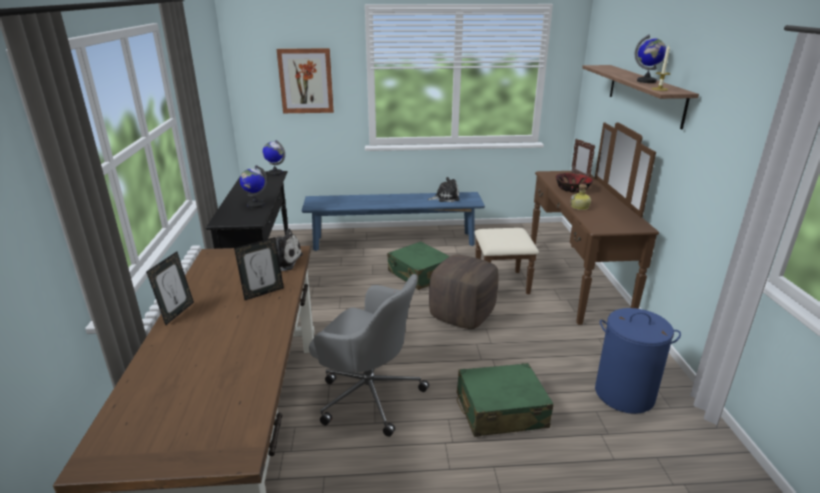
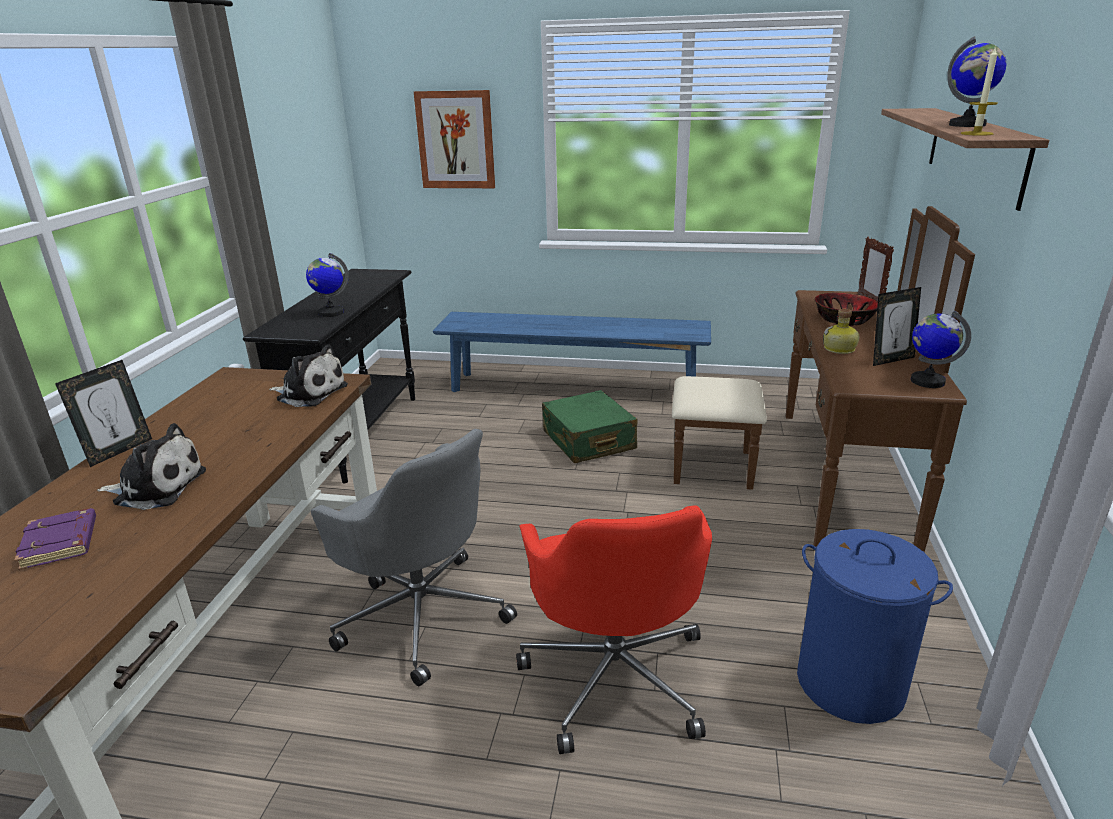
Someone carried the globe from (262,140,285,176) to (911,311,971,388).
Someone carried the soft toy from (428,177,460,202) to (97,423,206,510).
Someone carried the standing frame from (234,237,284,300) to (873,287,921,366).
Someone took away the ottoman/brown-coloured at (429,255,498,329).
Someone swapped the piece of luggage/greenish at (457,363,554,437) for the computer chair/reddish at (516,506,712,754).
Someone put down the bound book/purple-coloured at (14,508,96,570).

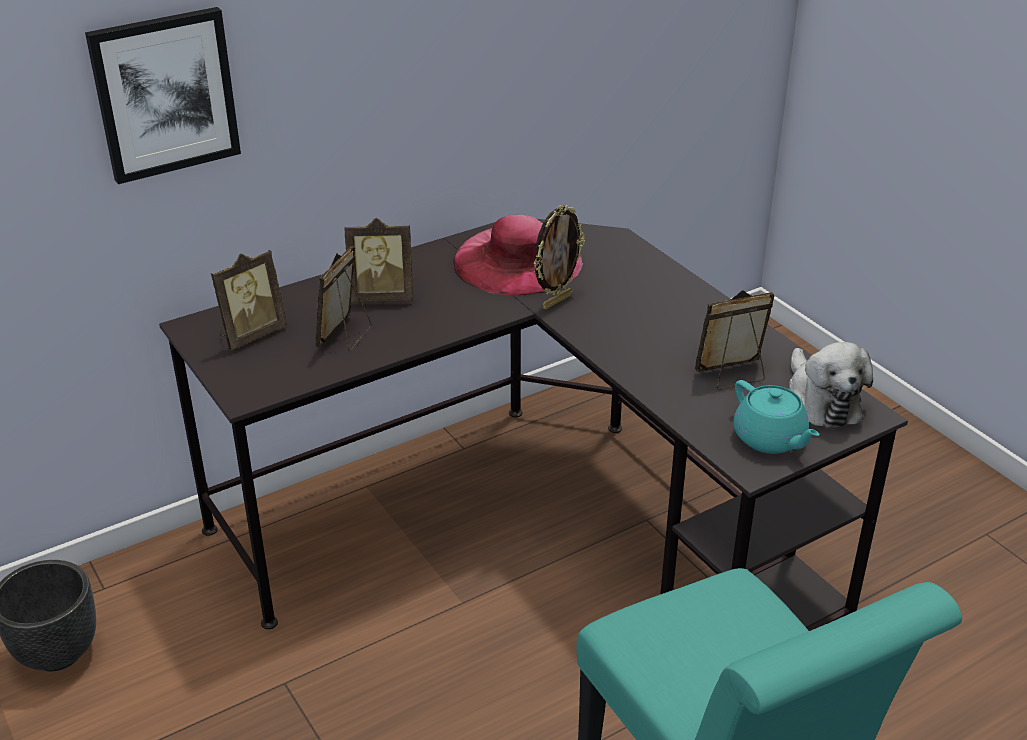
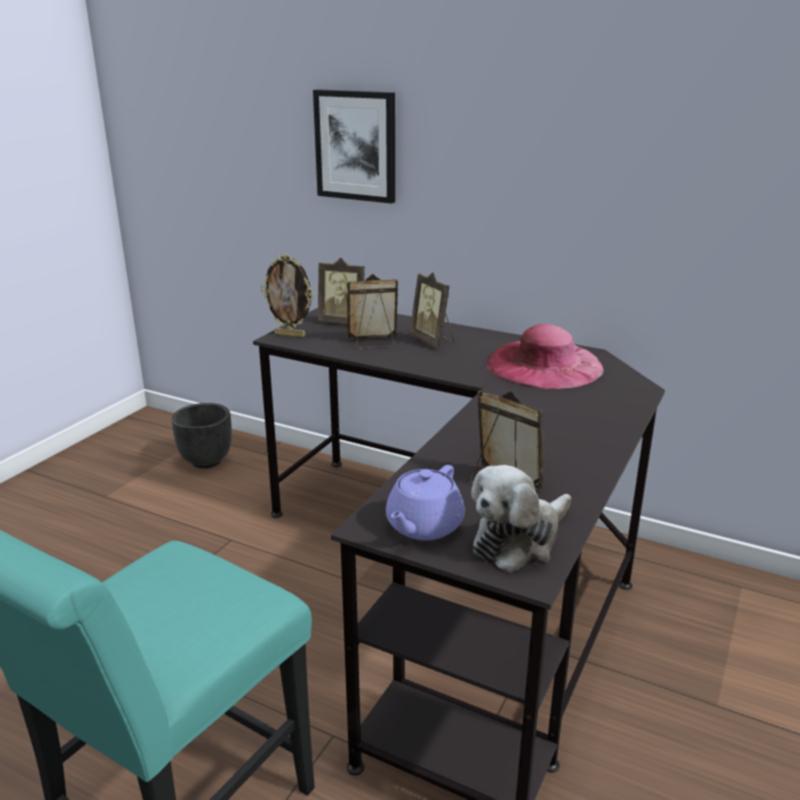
Someone carried the standing frame from (534,204,585,310) to (261,254,314,337).
Someone repainted the pot for tea/turquoise at (733,380,820,454), which became the pot for tea/purple-coloured at (386,465,465,540).

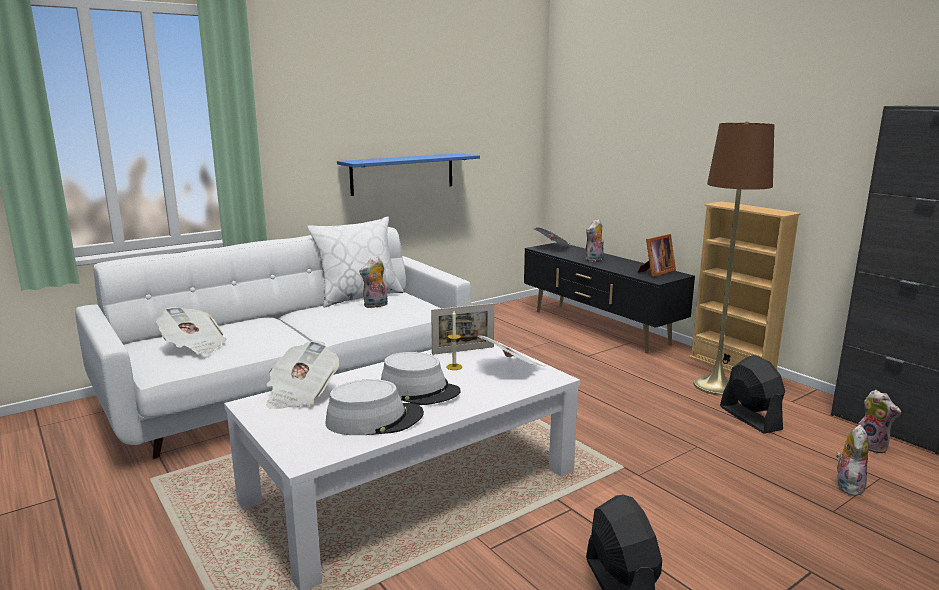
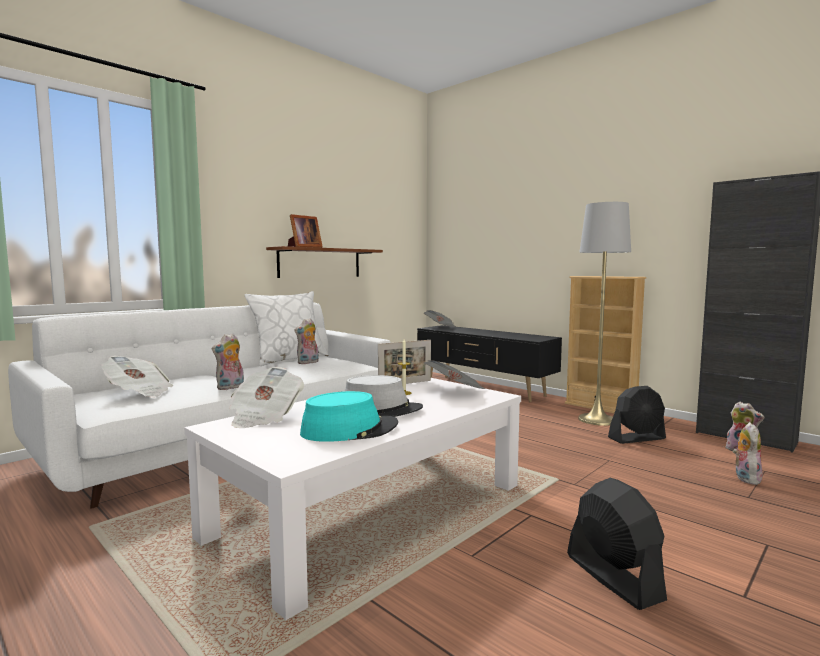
Someone repainted the floor lamp/brown-coloured at (693,122,774,396), which became the floor lamp/greyish at (578,202,631,426).
Someone repainted the bracket shelf/blue-coloured at (337,153,480,196), which became the bracket shelf/brown-coloured at (266,246,383,278).
Someone carried the soft toy from (585,219,604,262) to (212,333,244,390).
Someone carried the standing frame from (638,234,676,277) to (288,214,323,248).
Someone rotated the electric fan/black at (720,355,785,434) by 105 degrees clockwise.
Someone repainted the wearable hat/greyish at (325,379,424,435), which became the wearable hat/turquoise at (300,391,398,442).

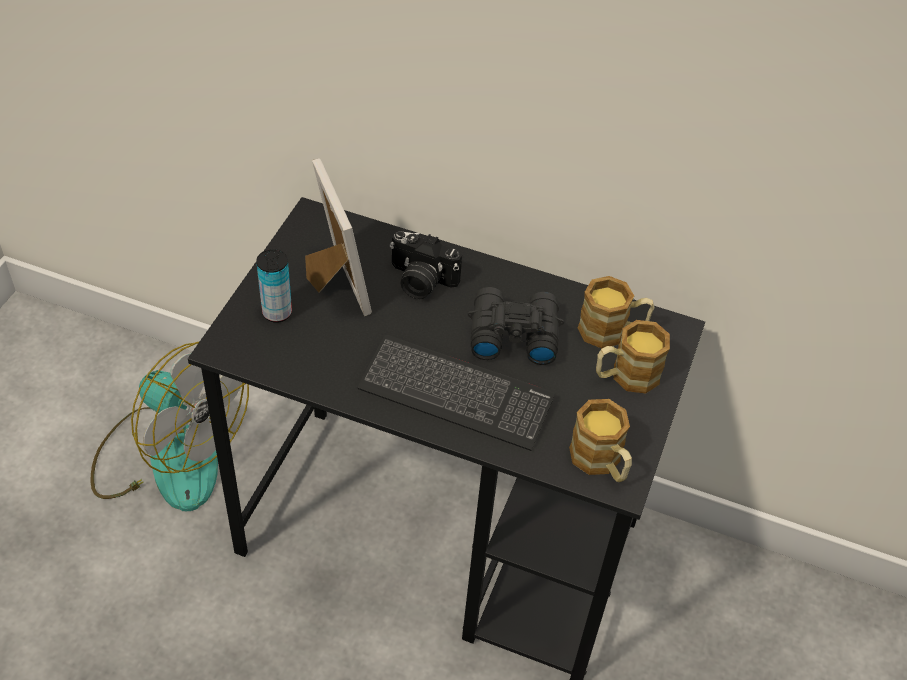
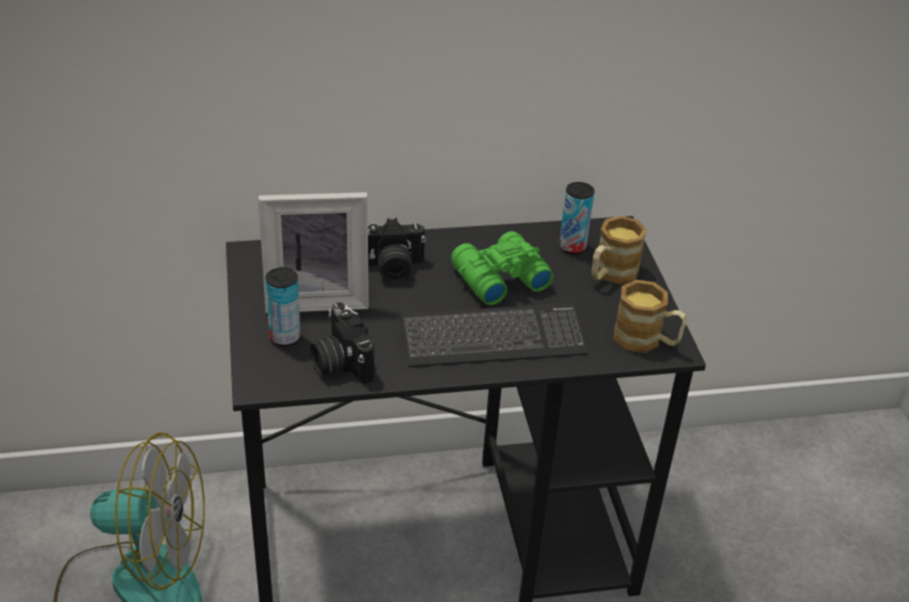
Someone rotated the standing frame at (305,158,372,316) by 135 degrees clockwise.
Someone swapped the tea mug at (578,276,654,348) for the can at (559,182,595,254).
Someone repainted the binoculars/black at (468,287,564,365), which became the binoculars/greenish at (451,231,554,305).
Someone put down the photo camera at (310,302,374,384).

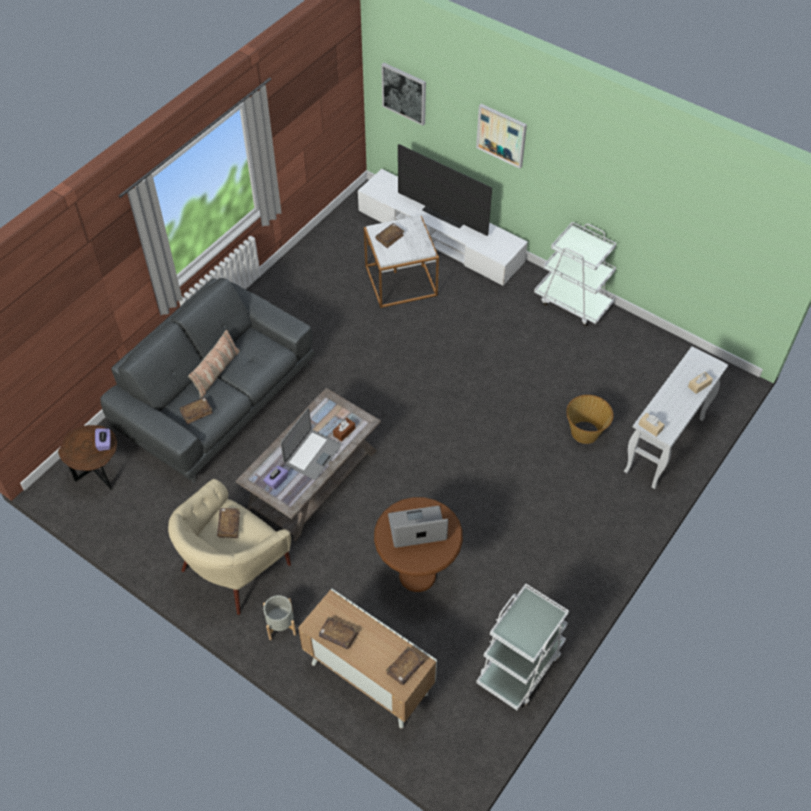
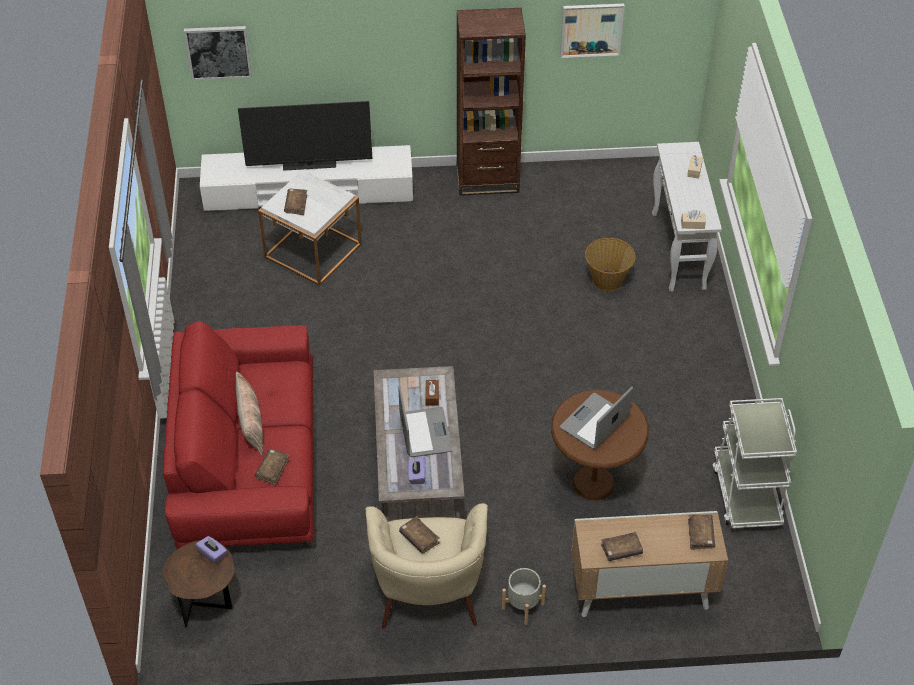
Someone carried the picture from (476,104,527,169) to (560,4,625,58).
Someone swapped the trolley/white at (534,222,616,326) for the bookshelf/brown-coloured at (457,8,526,196).
Someone repainted the couch/greyish at (100,278,315,483), which became the couch/reddish at (163,321,314,549).

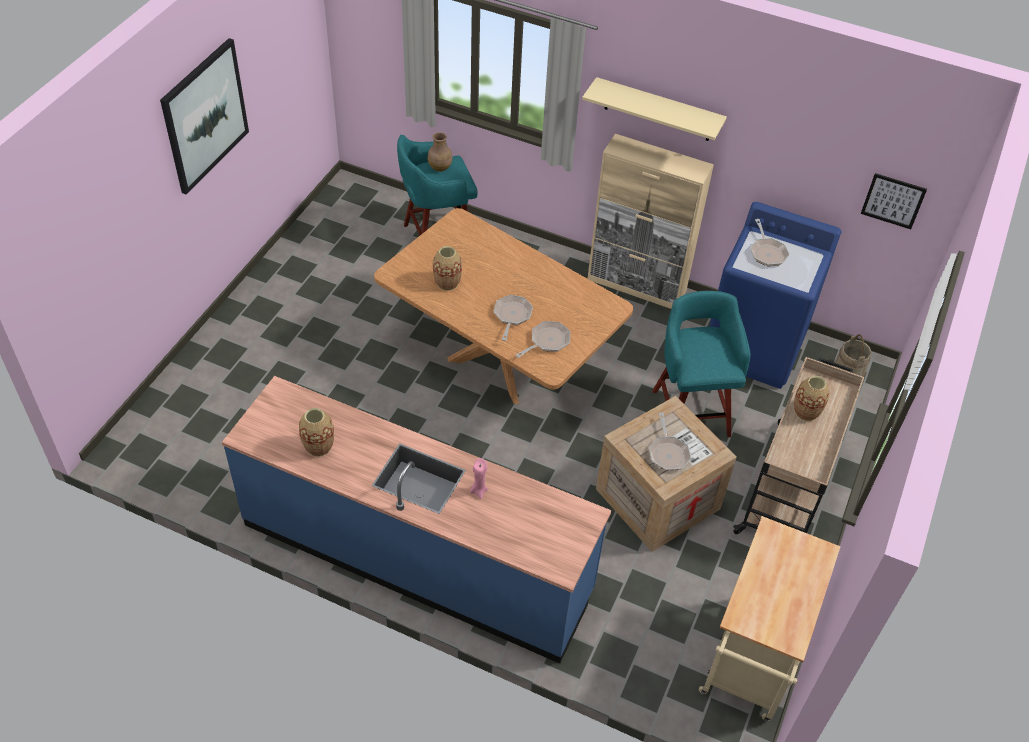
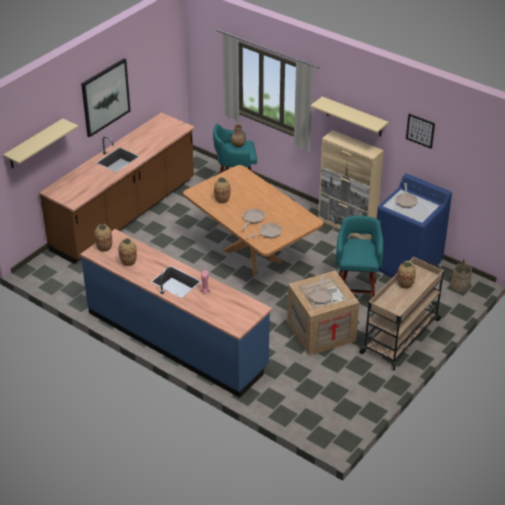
Someone carried the picture from (861,173,927,229) to (406,114,435,149).
Someone took away the trolley/sand-coloured at (699,516,841,722).
Someone put down the kitchen counter/brown-coloured at (39,113,195,264).
Someone put up the bracket shelf/sand-coloured at (3,118,78,168).
Someone put down the decorative vase at (94,224,112,252).

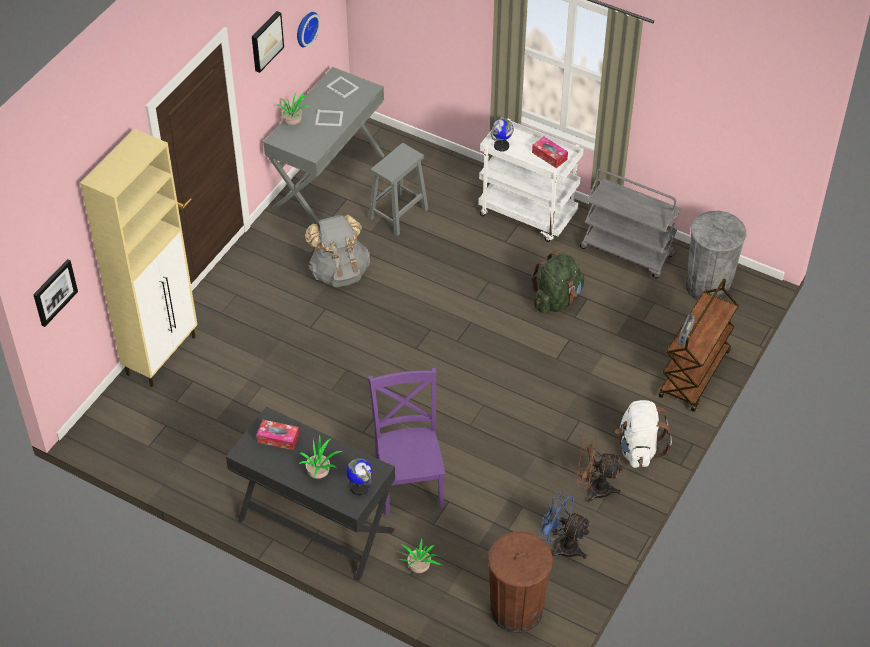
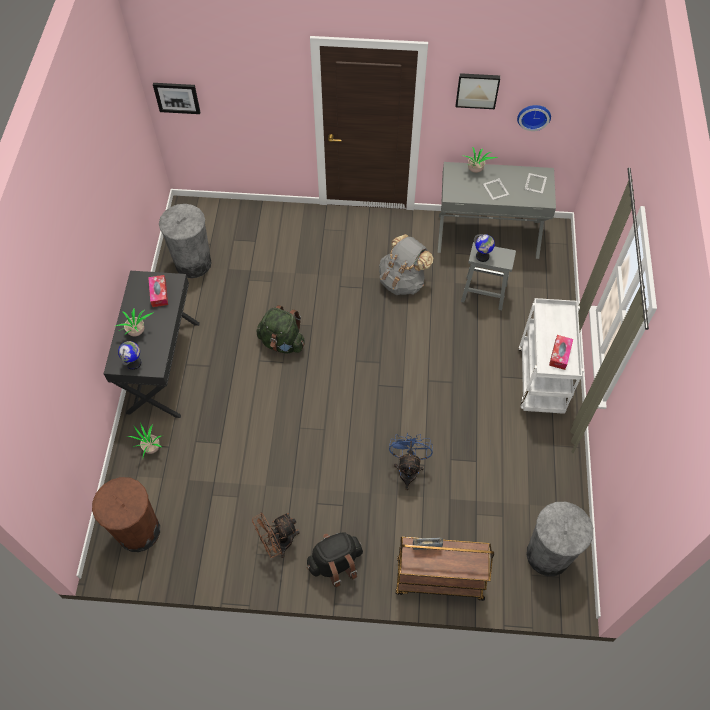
Someone carried the globe from (491,118,513,152) to (474,234,495,262).
Someone took away the cupboard/sand-coloured at (80,129,197,387).
Someone took away the trolley/greyish at (580,169,680,278).
Someone carried the backpack/greenish from (531,251,584,314) to (257,305,305,353).
Someone took away the chair/purple-coloured at (368,368,445,515).
Someone repainted the backpack/white at (615,400,672,468), which became the backpack/black at (306,532,363,587).
Someone rotated the electric fan/brown-coloured at (576,437,623,503) by 105 degrees counterclockwise.
Someone carried the electric fan/blue-coloured from (537,491,591,559) to (389,432,433,490).
Someone put down the trash can/greyish at (159,204,212,278).

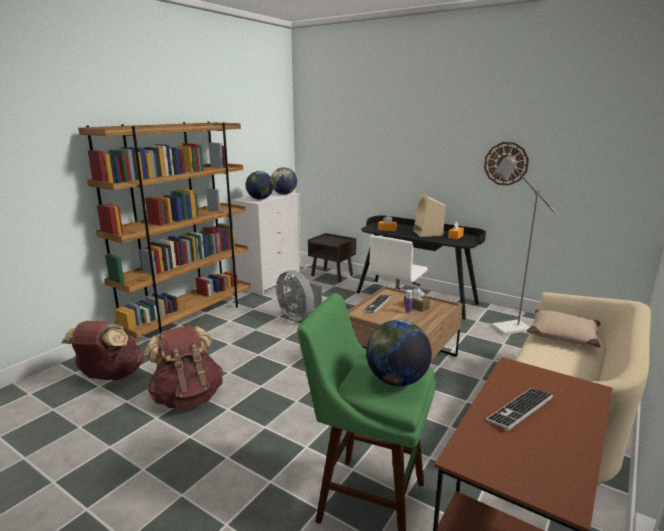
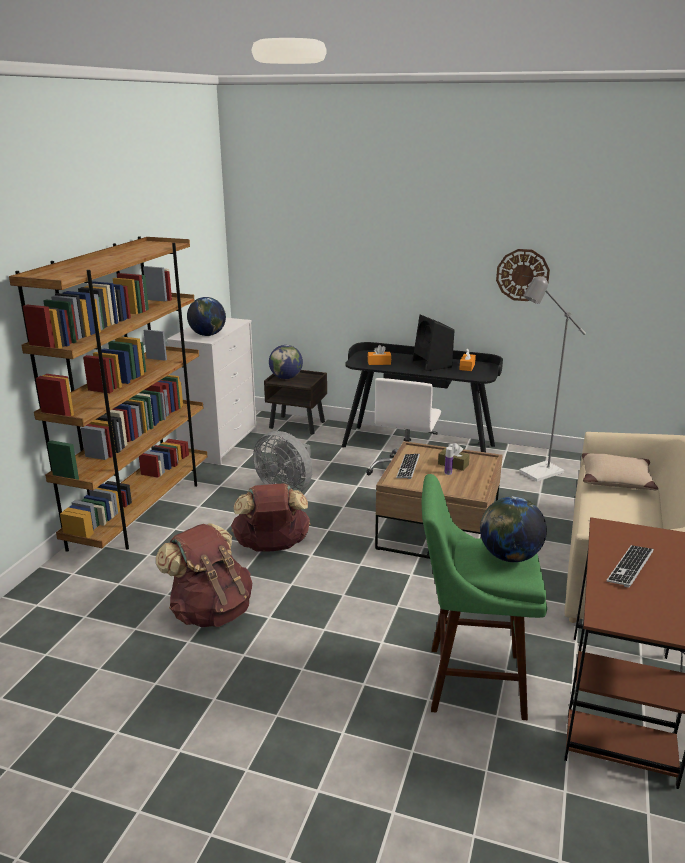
Someone carried the globe from (271,167,297,194) to (269,345,303,379).
Someone repainted the audio speaker/sand-coloured at (413,193,446,237), which became the audio speaker/black at (412,314,454,371).
Someone carried the backpack/brown-coloured from (61,321,144,380) to (231,483,311,552).

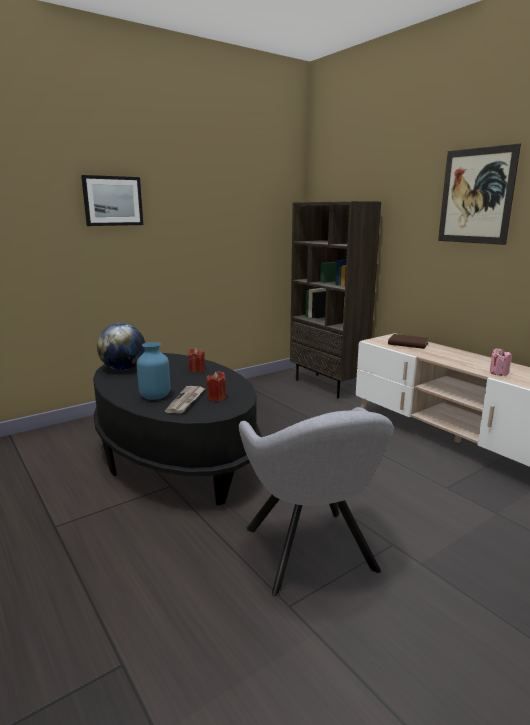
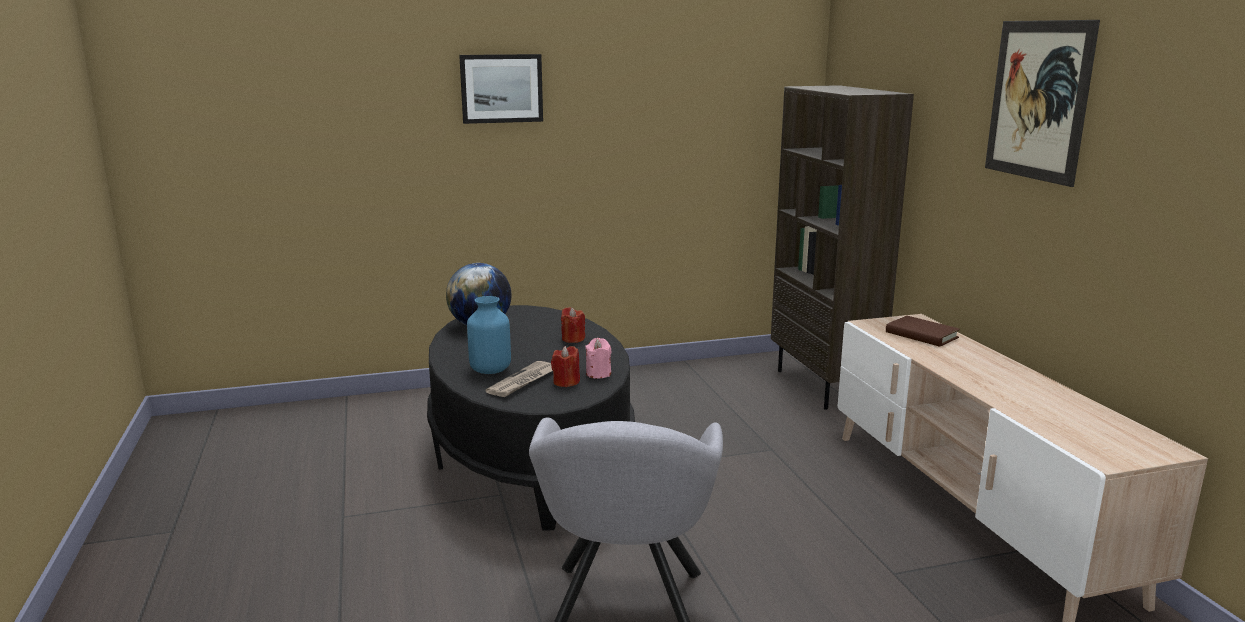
Someone carried the candle/pink-coloured from (490,348,512,376) to (585,338,611,379).

